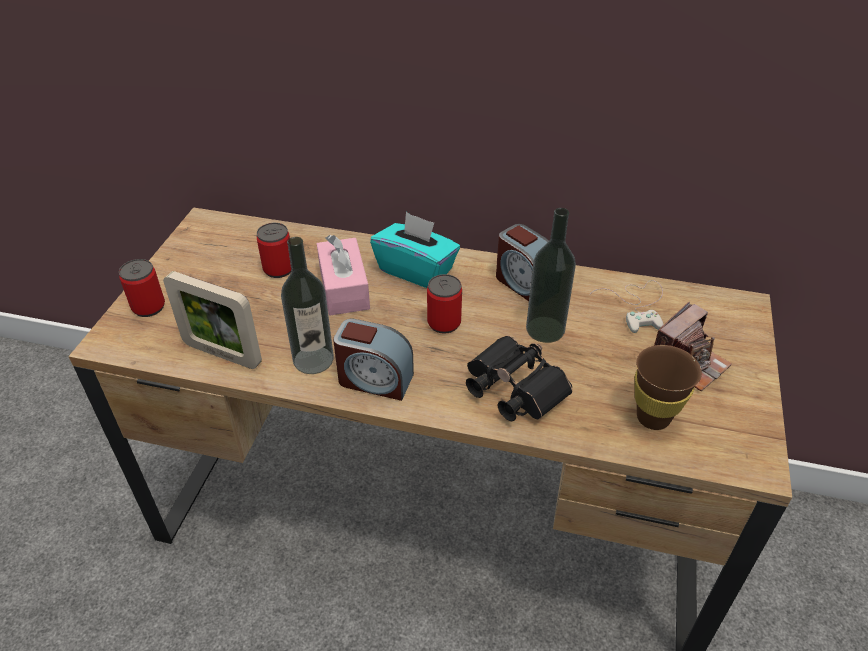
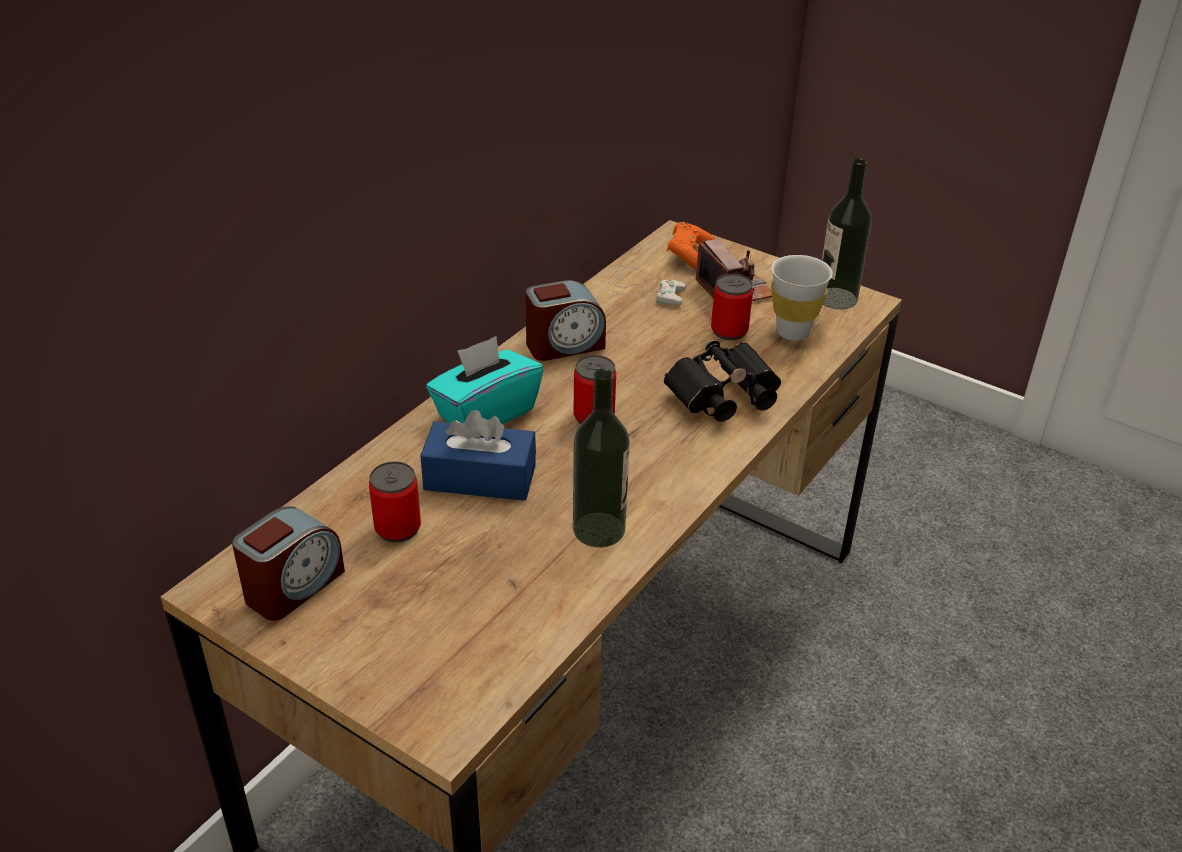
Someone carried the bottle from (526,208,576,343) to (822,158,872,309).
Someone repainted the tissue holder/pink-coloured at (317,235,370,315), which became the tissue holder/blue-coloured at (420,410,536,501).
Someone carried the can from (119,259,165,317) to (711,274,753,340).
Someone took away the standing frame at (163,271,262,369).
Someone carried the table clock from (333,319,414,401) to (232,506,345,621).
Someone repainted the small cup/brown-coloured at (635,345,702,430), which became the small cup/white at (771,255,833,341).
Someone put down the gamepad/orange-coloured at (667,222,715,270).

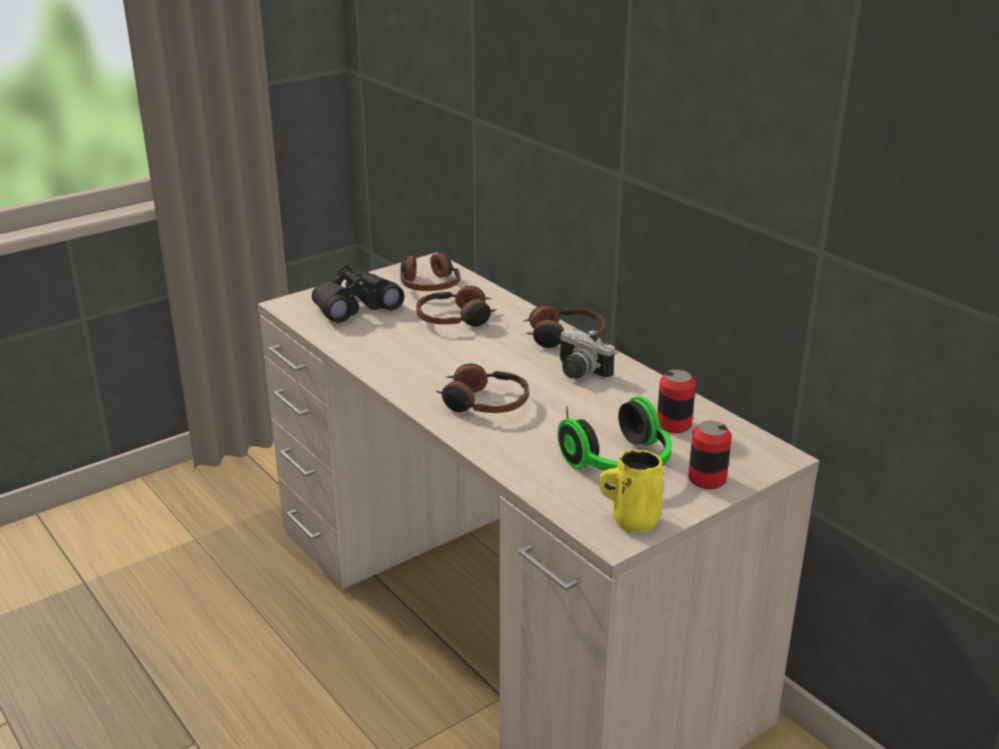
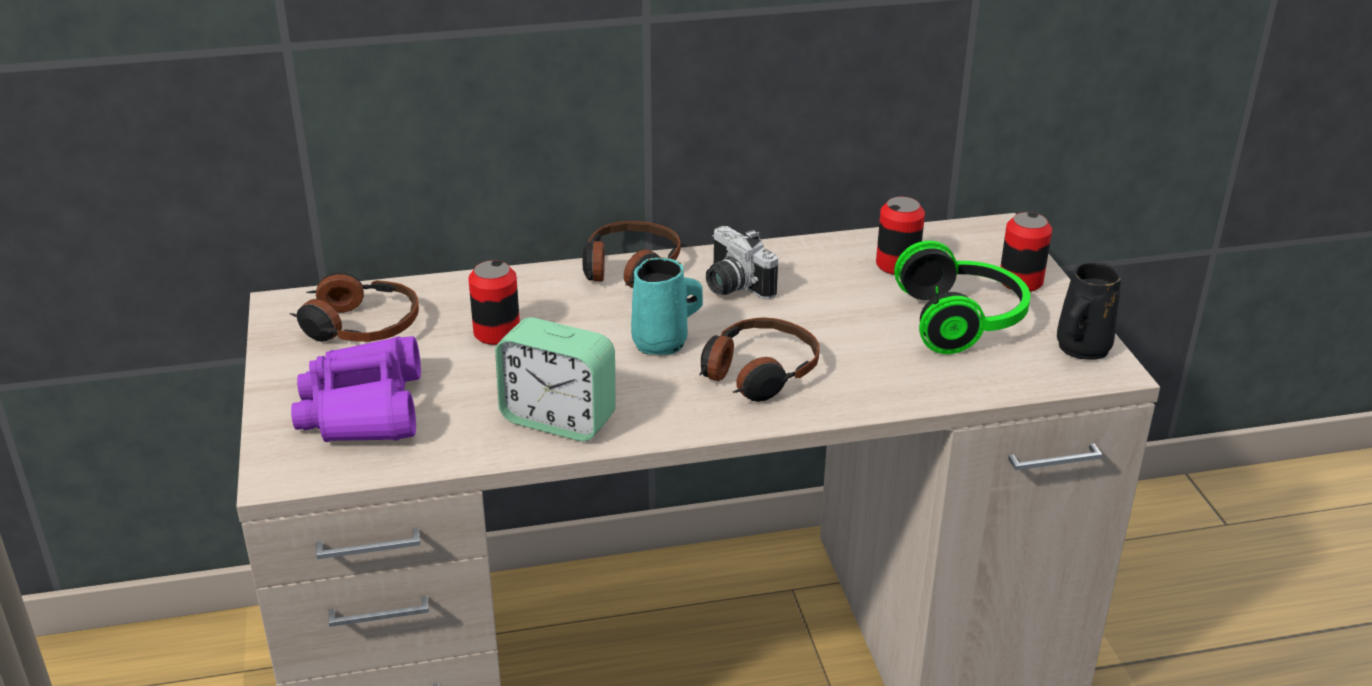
Someone repainted the binoculars/black at (312,265,404,323), which became the binoculars/purple-coloured at (291,336,421,442).
Someone swapped the headset at (416,286,497,327) for the can at (468,260,520,345).
Someone rotated the photo camera at (559,330,615,379) by 75 degrees clockwise.
Someone repainted the tea mug/yellowish at (599,450,663,533), which became the tea mug/black at (1057,262,1122,360).
Someone put down the tea mug/turquoise at (631,257,703,355).
Someone put down the table clock at (495,318,616,441).

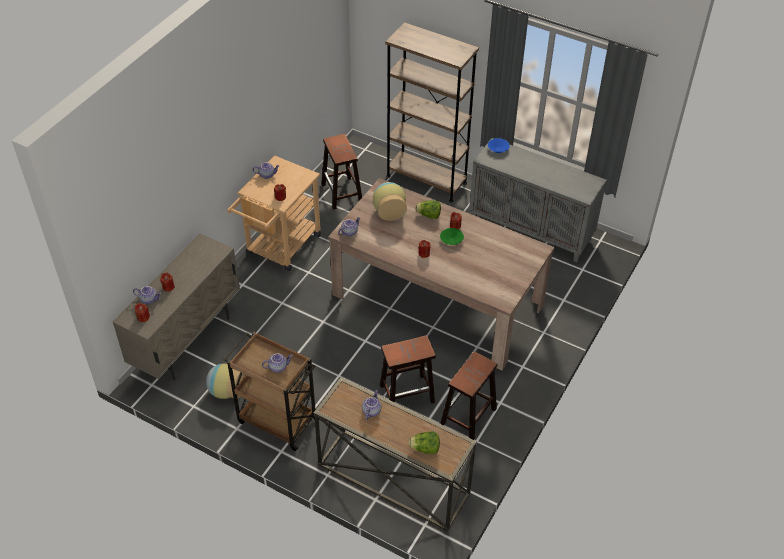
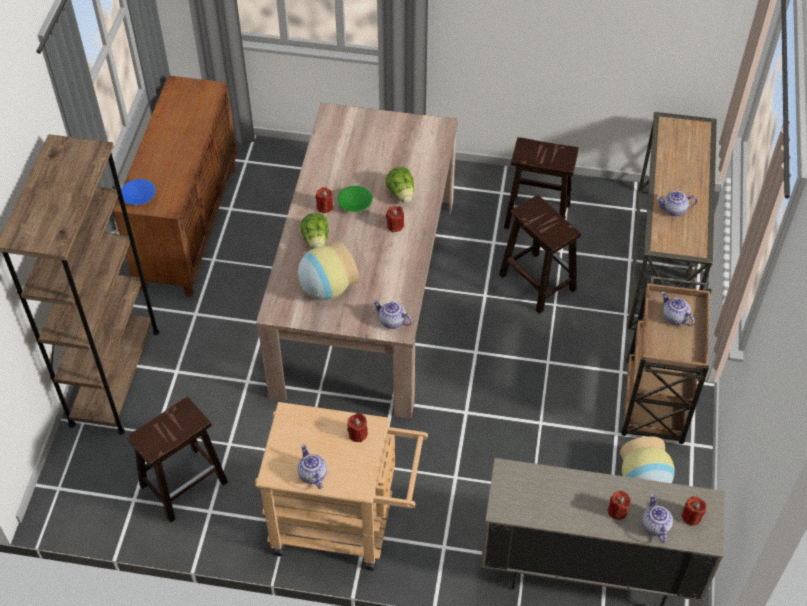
Someone repainted the cupboard/greyish at (469,138,607,262), which became the cupboard/brown-coloured at (113,75,237,297).
Someone carried the head of lettuce from (408,431,440,454) to (386,167,414,203).

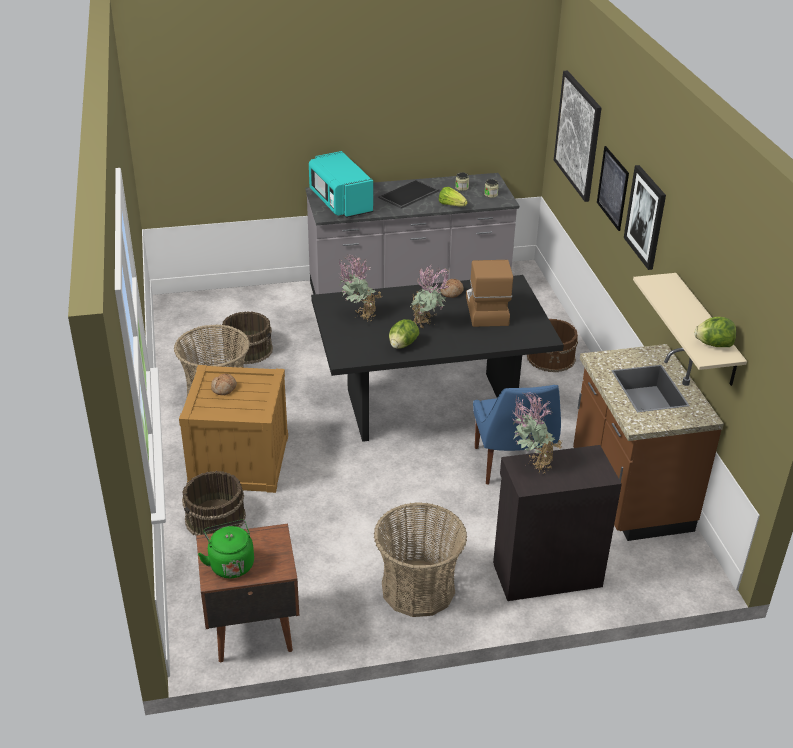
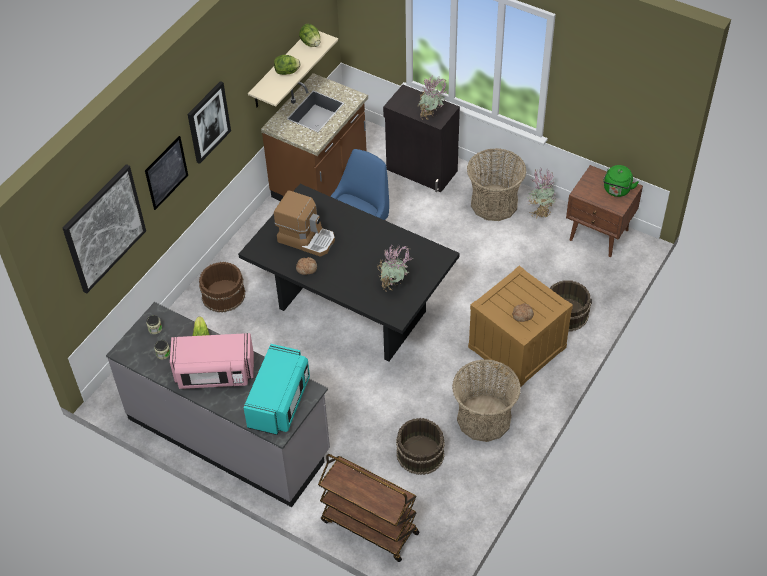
Someone swapped the tray at (378,179,439,209) for the microwave/pink-coloured at (170,333,254,389).
Someone rotated the coffee brewer at (466,260,513,327) by 105 degrees counterclockwise.
Someone carried the houseplant from (410,263,450,328) to (527,169,556,219).
Someone carried the head of lettuce from (389,319,420,349) to (274,55,301,75).
Someone put down the trolley/brown-coloured at (318,454,419,562).

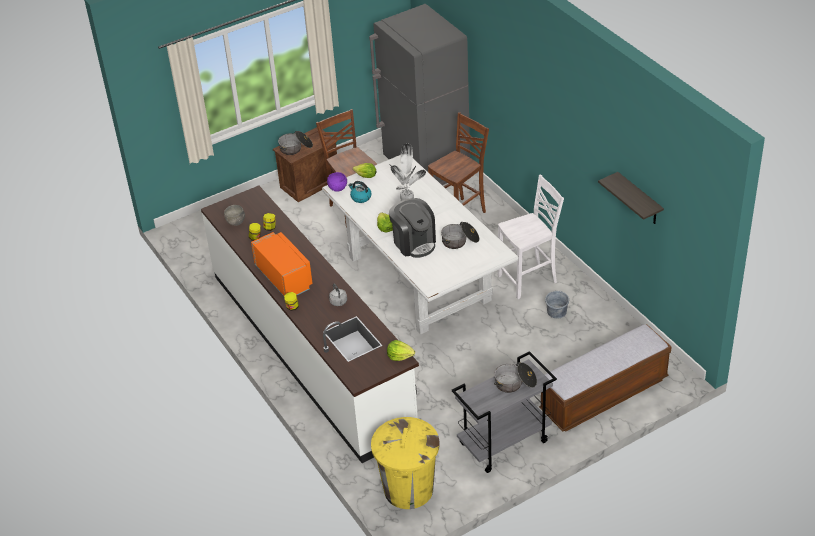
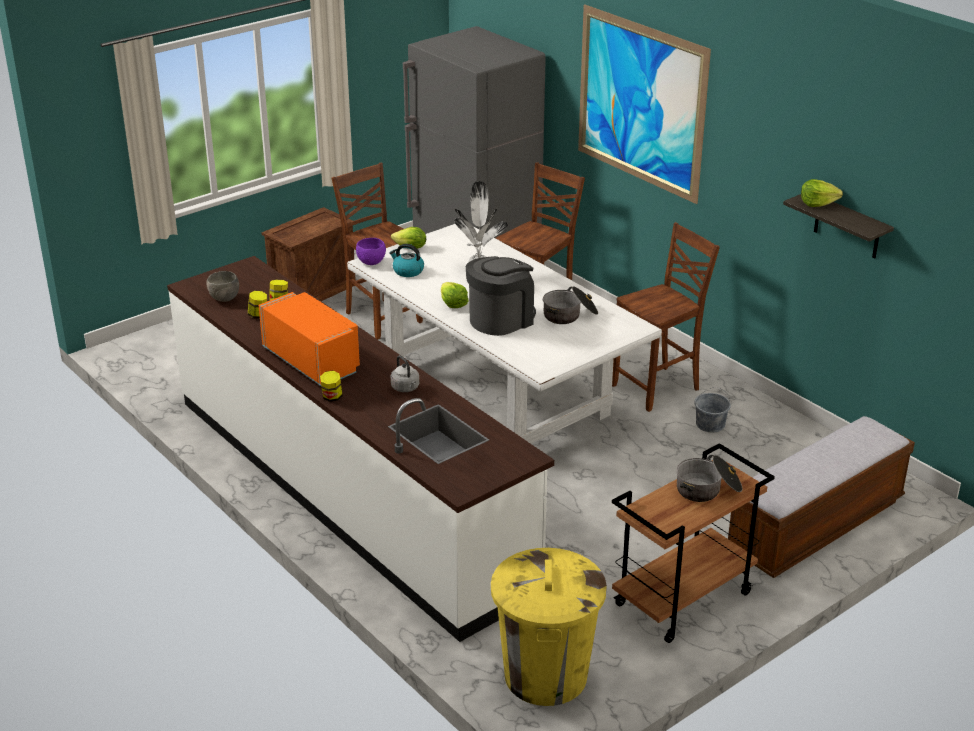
Someone took away the stockpot at (278,131,313,155).
Someone repainted the chair/white at (498,175,564,299), which became the chair/brown-coloured at (612,222,720,412).
Someone rotated the coffee brewer at (389,198,436,258) by 90 degrees counterclockwise.
Someone carried the head of lettuce from (387,340,415,361) to (801,179,843,207).
Someone repainted the trolley/greyish at (452,351,557,473), which became the trolley/brown-coloured at (612,443,775,643).
Someone put up the picture at (578,4,711,204).

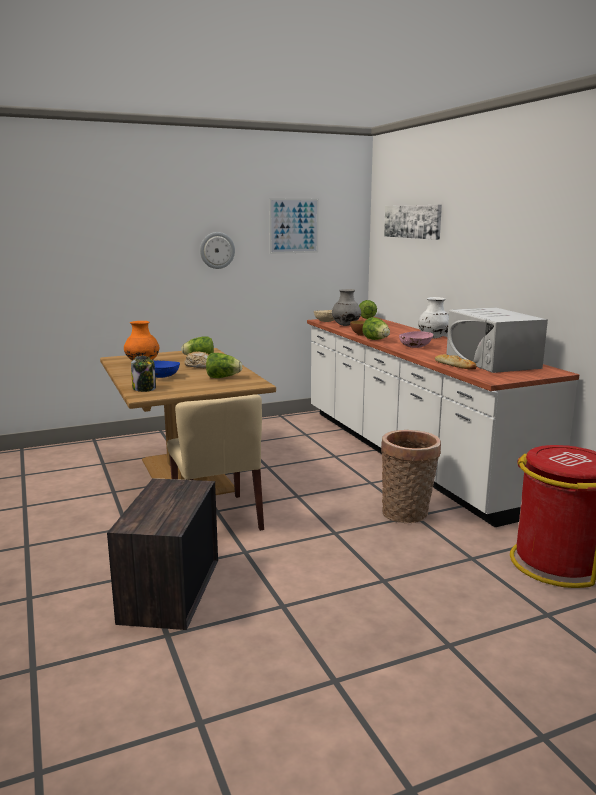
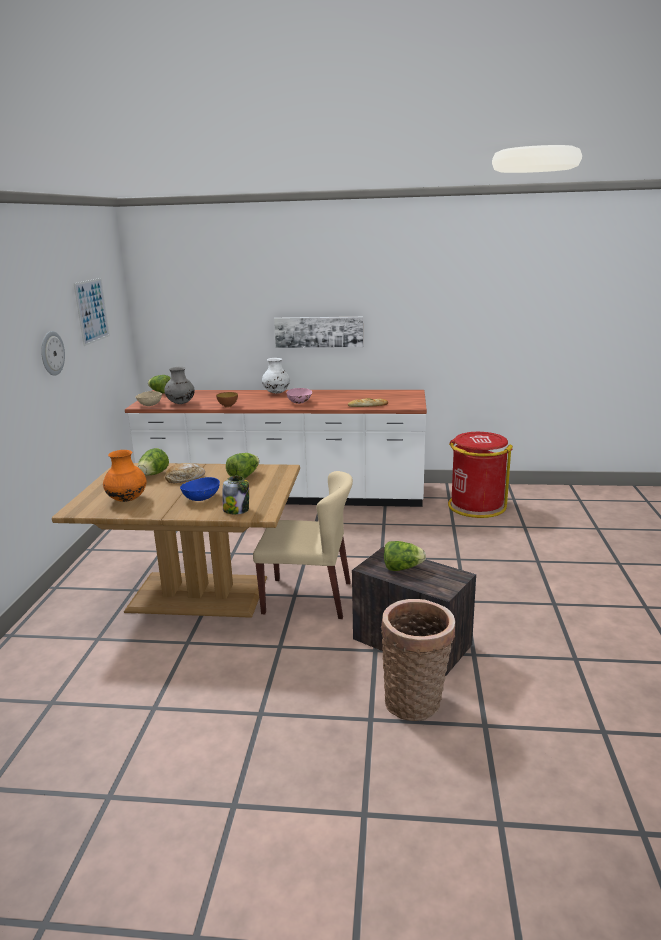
Someone carried the picture from (384,205,442,240) to (274,317,363,348).
Someone took away the microwave/white at (446,308,548,373).
Someone carried the head of lettuce from (362,317,390,340) to (384,541,426,571).
Someone carried the household basket from (381,430,441,523) to (381,599,455,721).

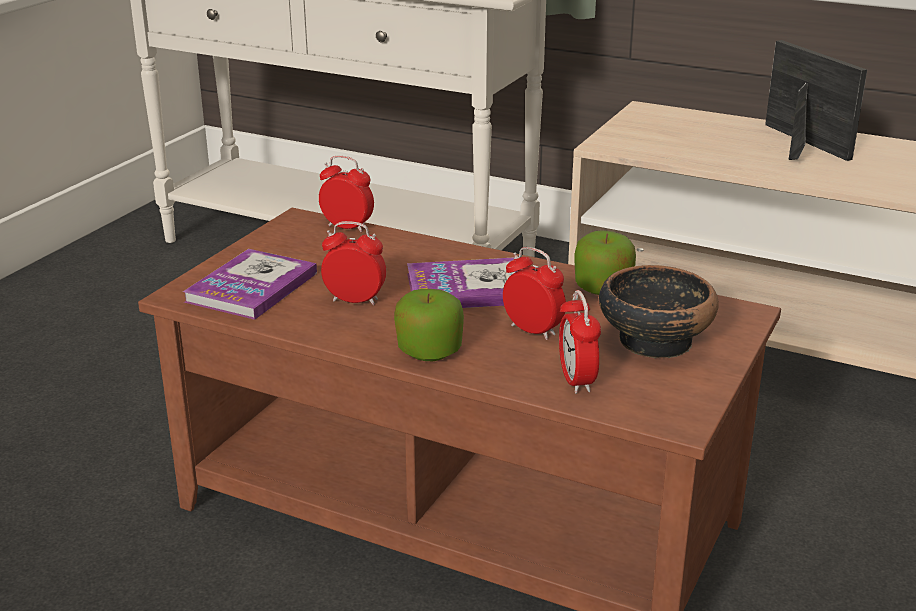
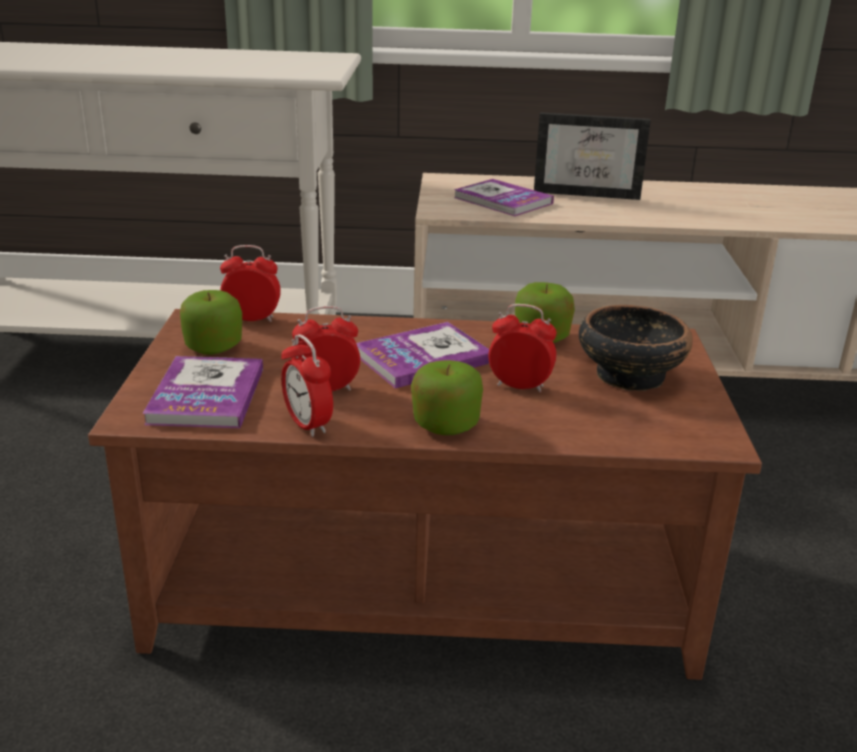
Someone rotated the standing frame at (765,40,867,161) by 150 degrees clockwise.
Someone carried the table clock from (559,290,601,394) to (281,334,333,437).
Someone put down the bound book at (454,179,554,216).
Someone put down the whole apple at (180,290,242,355).

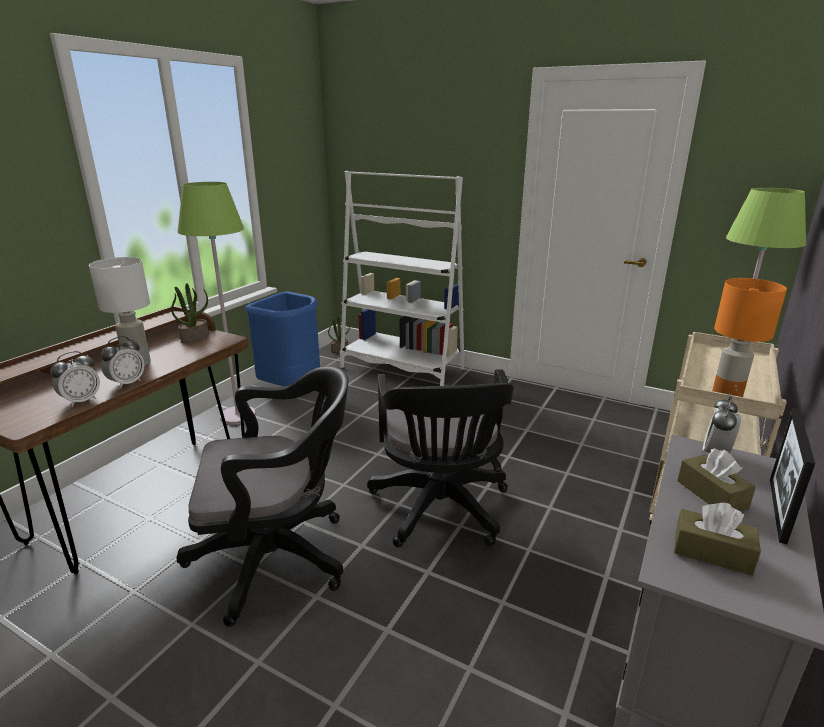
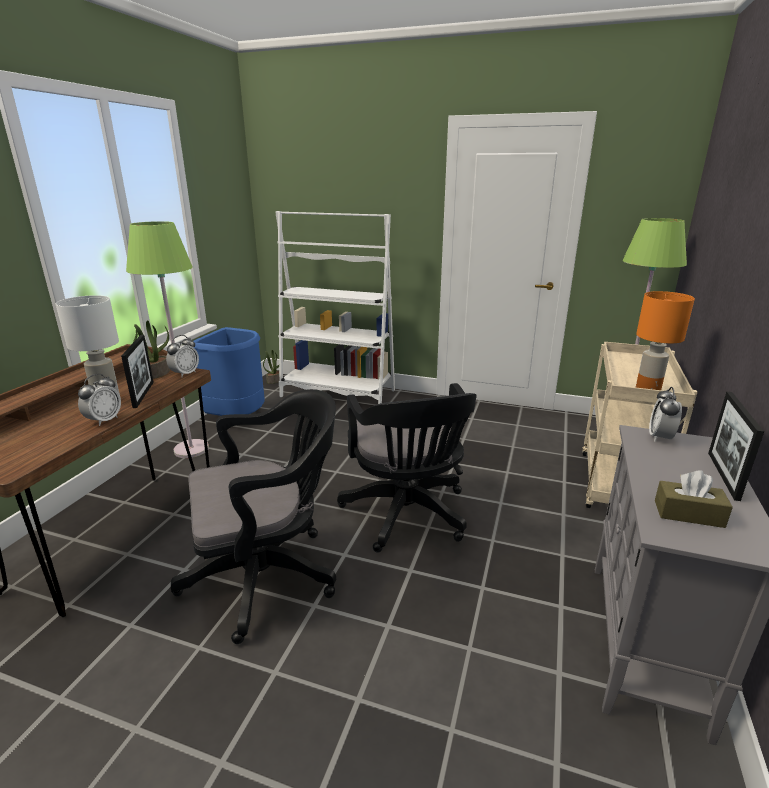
Someone carried the table clock from (50,351,100,407) to (166,335,199,378).
Someone took away the tissue holder/brown-coloured at (678,449,756,511).
Someone put down the standing frame at (121,335,154,408).

